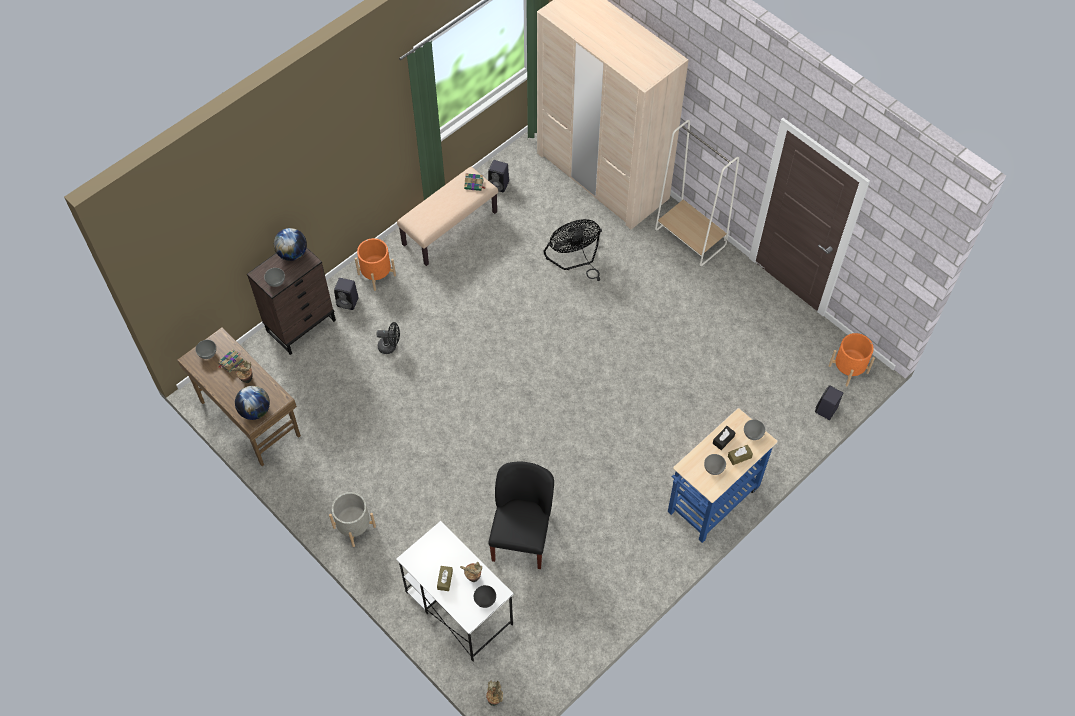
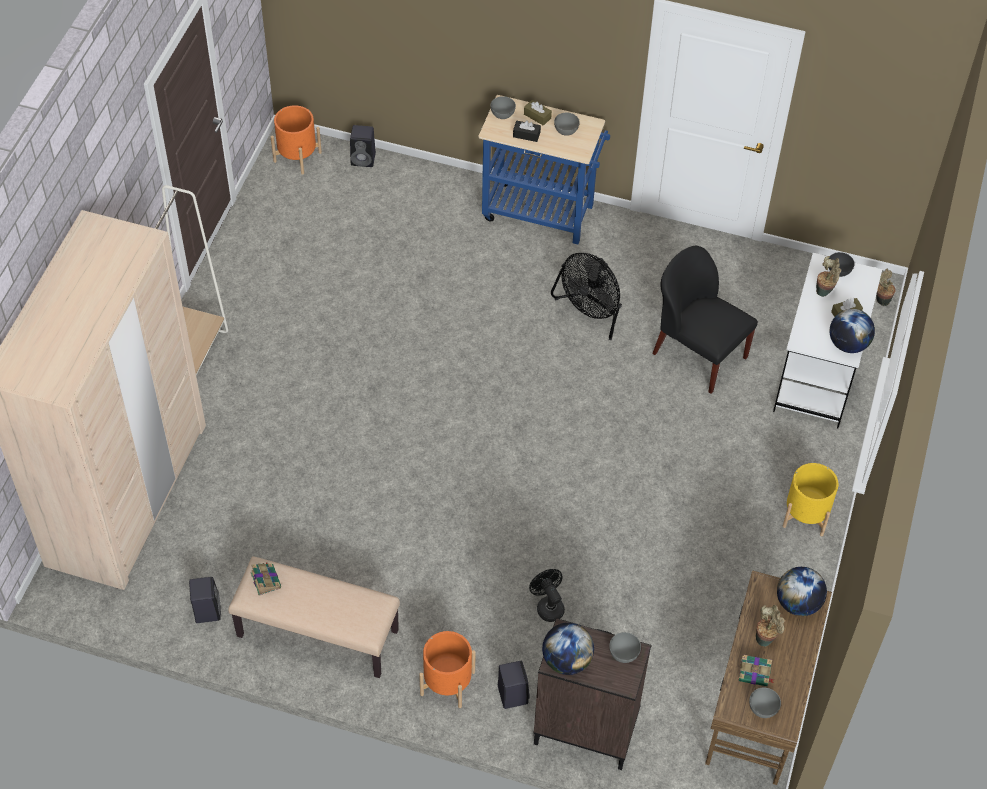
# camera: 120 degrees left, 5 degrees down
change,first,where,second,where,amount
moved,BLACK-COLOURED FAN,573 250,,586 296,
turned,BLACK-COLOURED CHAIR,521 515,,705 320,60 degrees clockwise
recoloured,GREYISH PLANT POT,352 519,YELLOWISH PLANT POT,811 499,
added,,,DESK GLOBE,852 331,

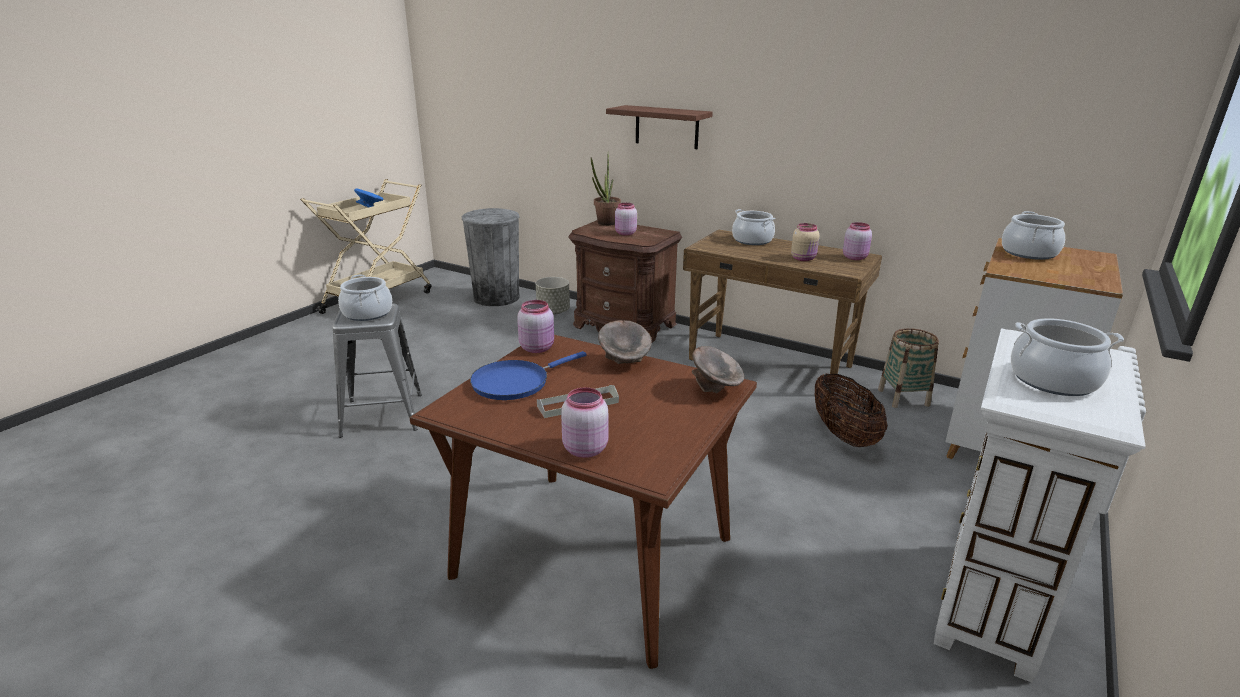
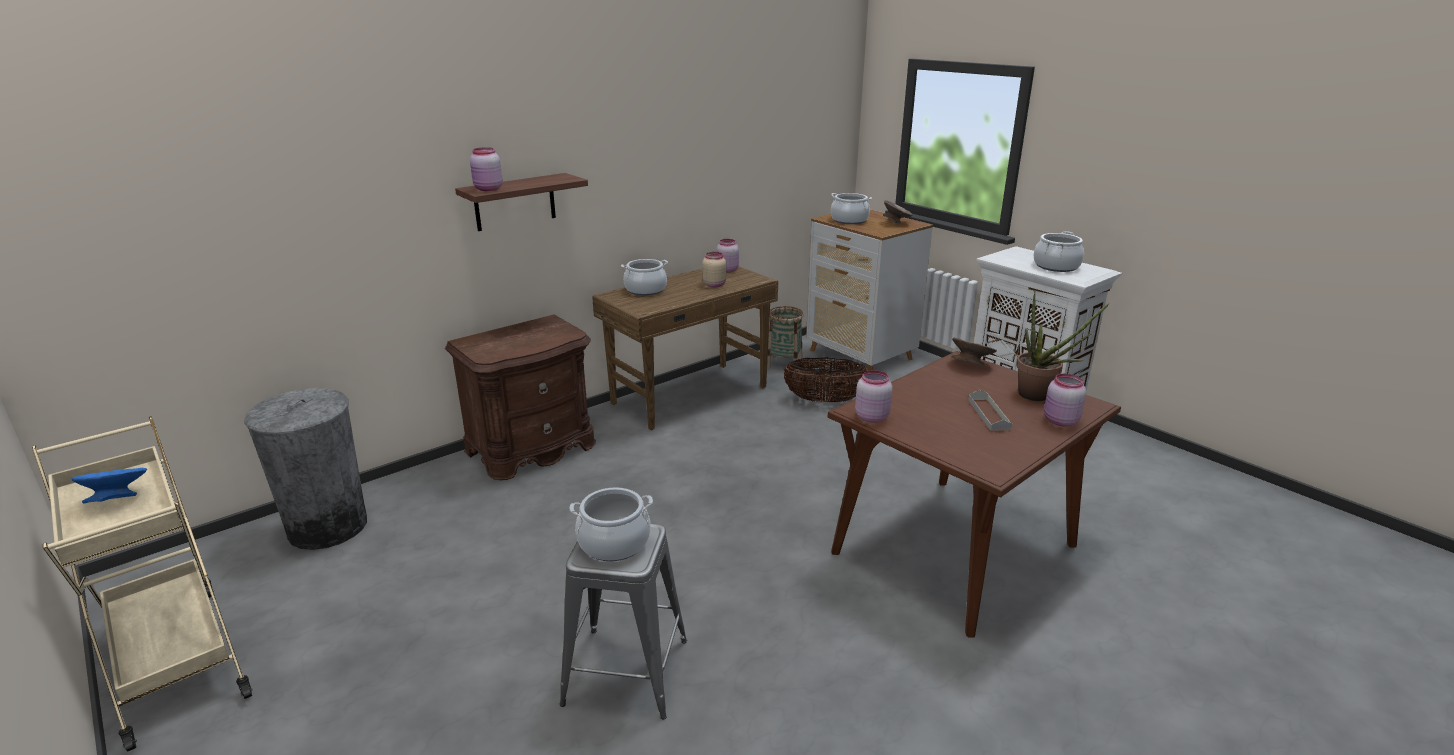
# camera: 70 degrees left, 0 degrees up
change,first,where,second,where,amount
moved,POTTED PLANT,606 190,,1063 345,
moved,PINKISH STORAGE JAR,626 219,,486 169,
removed,GREYISH PLANT POT,553 296,,,
moved,GREYISH DEEP DISH,625 342,,898 212,
removed,BLUE PAN,528 375,,,

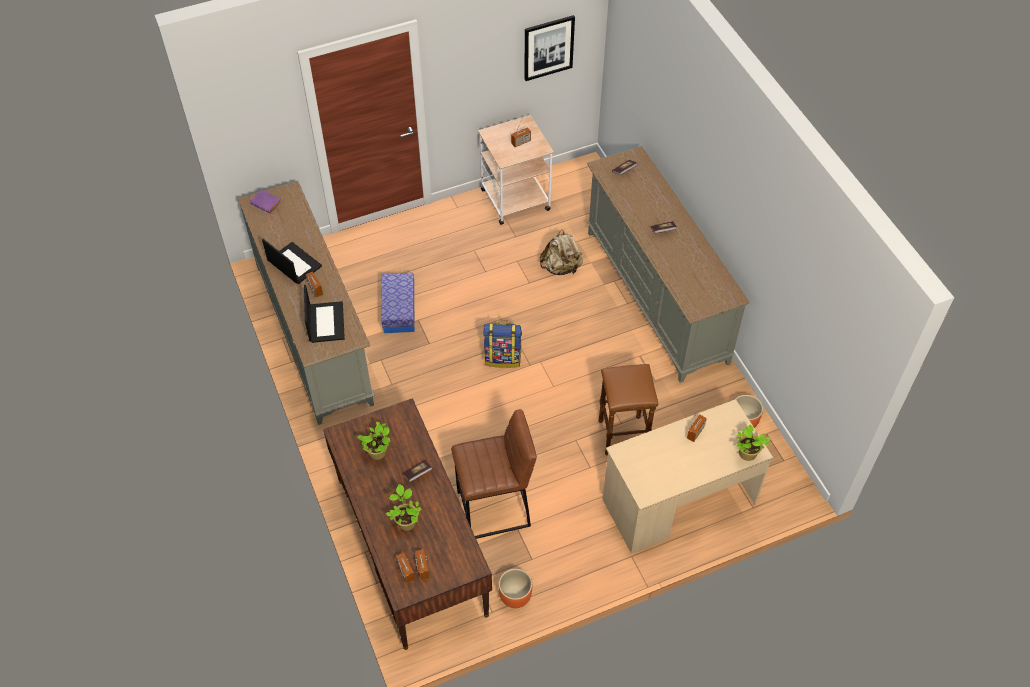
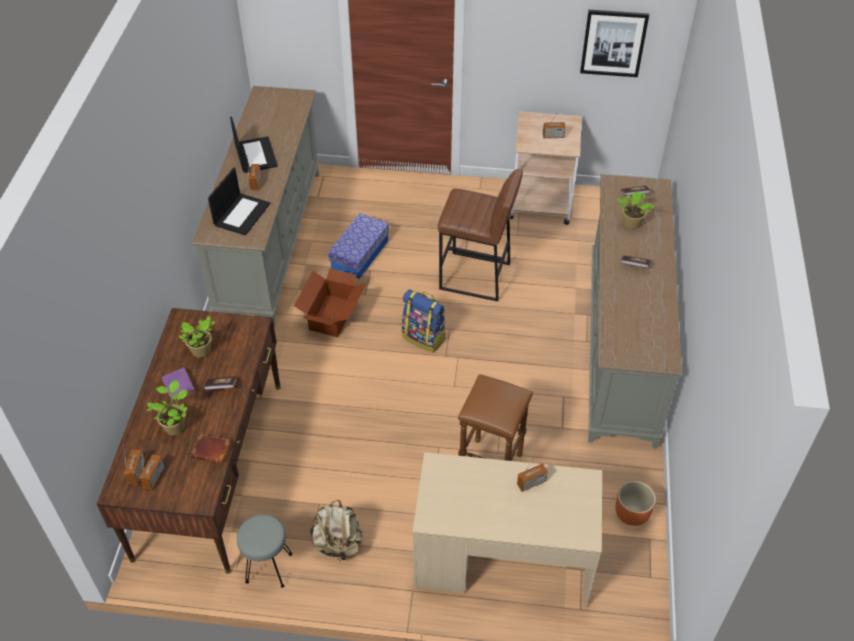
# camera: 30 degrees right, 5 degrees down
change,first,where,second,where,amount
moved,PURPLISH VOLUME,265 201,,179 384,
moved,BEIGE BACKPACK,561 252,,336 530,
moved,BROWN-COLOURED SITTING STOOL,494 474,,480 235,
moved,POTTED PLANT,753 443,,635 210,
replaced,ORANGE PLANT POT,515 588,GREYISH SITTING STOOL,264 551,
added,,,CARDBOARD BOX,330 302,
added,,,BROWN-COLOURED VOLUME,211 449,

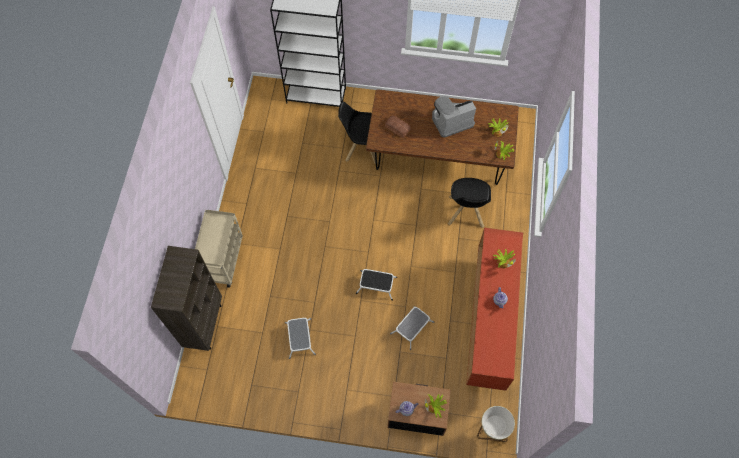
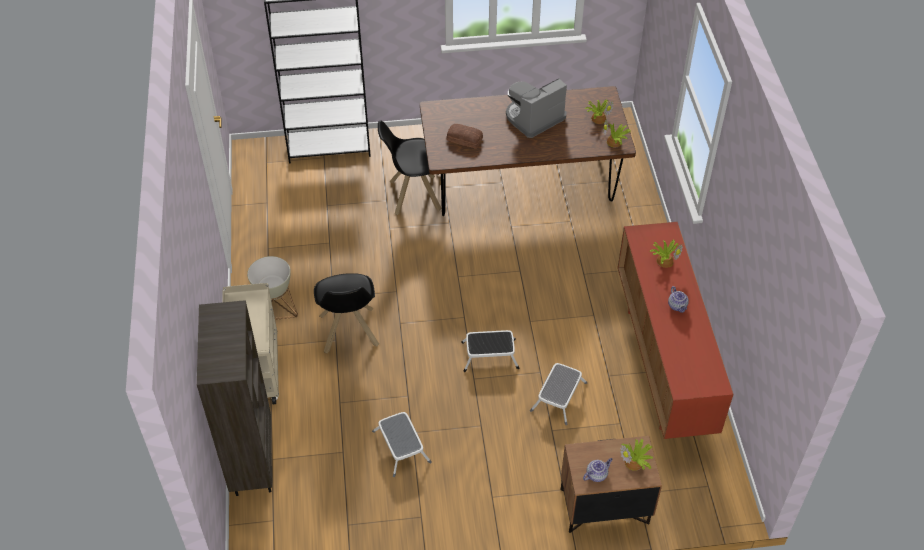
# camera: 15 degrees left, 15 degrees down
change,first,where,second,where,amount
moved,BLACK-COLOURED CHAIR,469 203,,346 313,
moved,PLANT POT,496 424,,272 288,

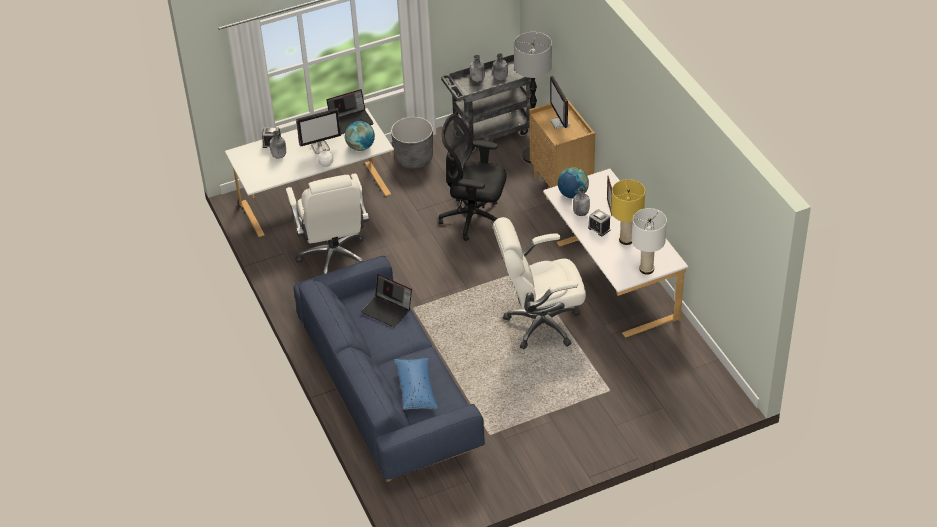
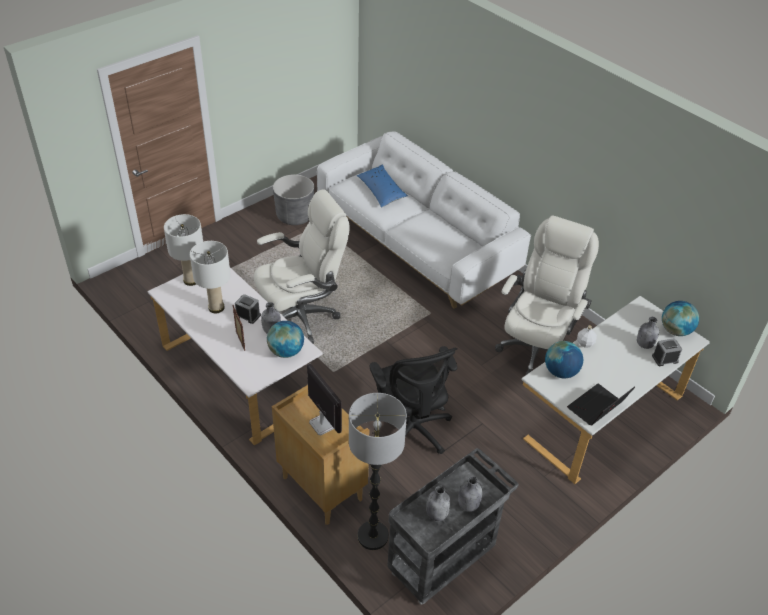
# camera: 160 degrees right, 0 degrees up
change,first,where,second,where,amount
removed,MONITOR,318 131,,,
turned,BLACK-COLOURED DESK CHAIR,472 177,,413 400,75 degrees clockwise
moved,GREYISH PLANT POT,412 143,,293 199,
turned,WHITISH DESK CHAIR,327 223,,547 295,60 degrees clockwise
recoloured,YELLOWISH LAMP FOR A TABLE,628 212,WHITISH LAMP FOR A TABLE,210 277,
recoloured,BLUE SETTEE,389 369,WHITISH SETTEE,424 220,
removed,LAPTOP,386 300,,,
added,,,DESK GLOBE,680 318,

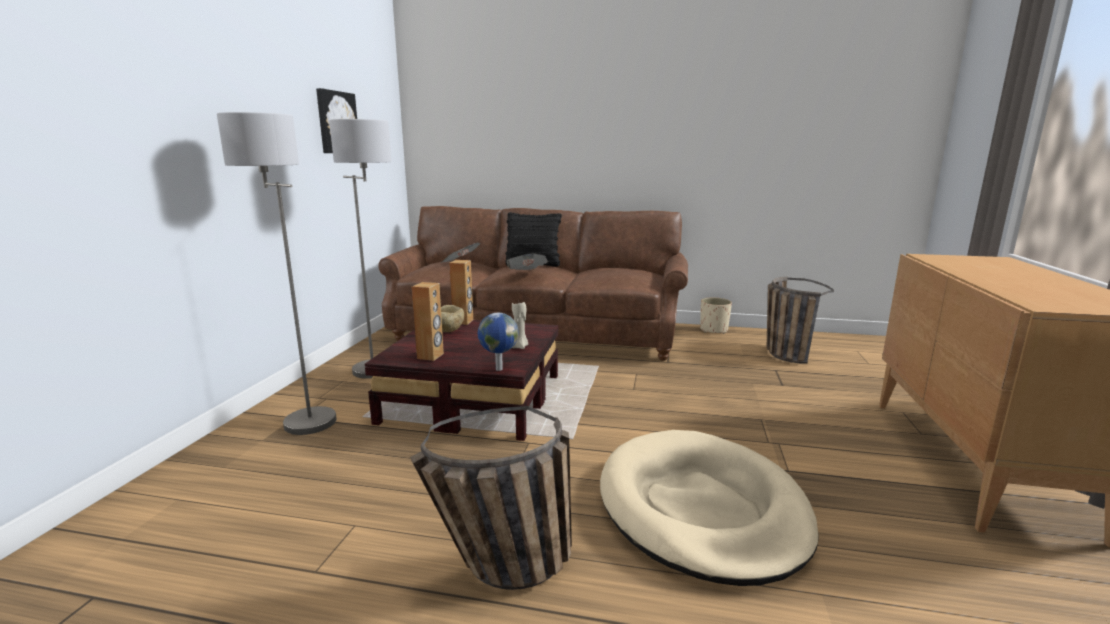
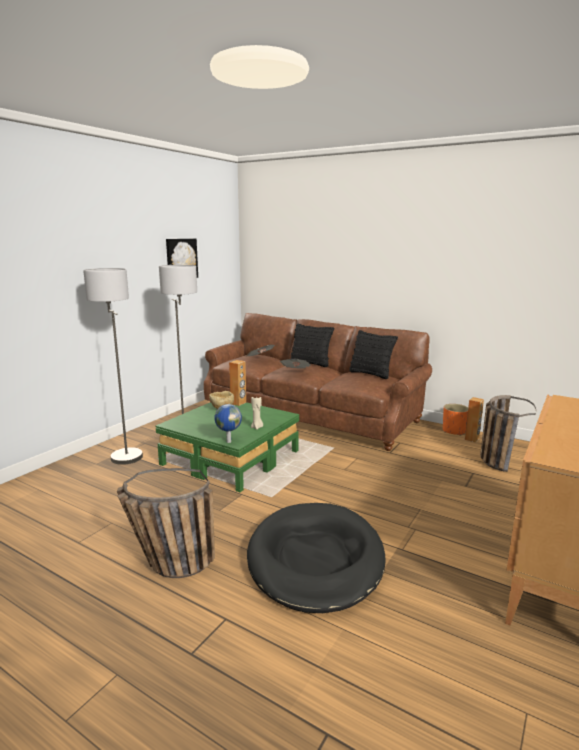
# camera: 20 degrees right, 0 degrees up
change,first,where,second,where,amount
moved,BROWN-COLOURED SPEAKER,428 321,,474 419,
recoloured,BEIGE PLANT POT,716 316,ORANGE PLANT POT,455 420,
recoloured,BROWN-COLOURED LOUNGE TABLE,461 380,GREENISH LOUNGE TABLE,227 447,
recoloured,BEIGE DOG CUSHION,709 508,BLACK-COLOURED DOG CUSHION,316 558,
added,,,BLACK-COLOURED PILLOW,373 354,

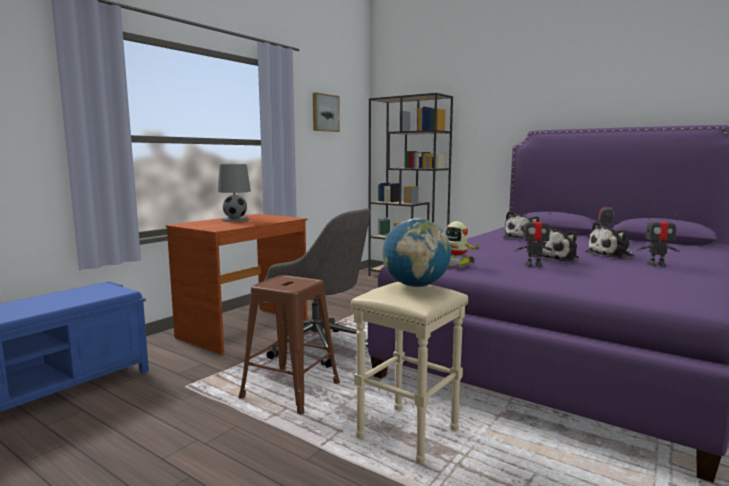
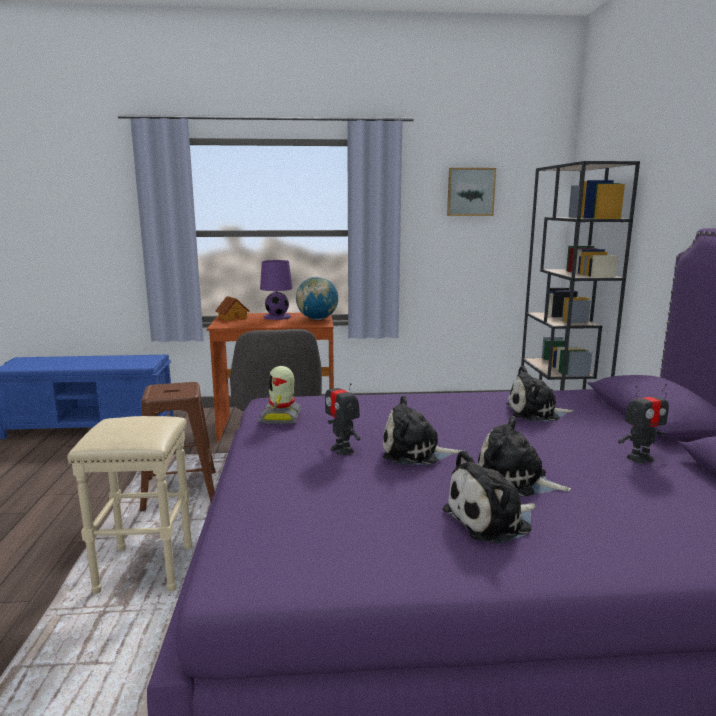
# camera: 50 degrees right, 5 degrees up
change,first,where,second,where,amount
recoloured,GREYISH LAMP FOR A TABLE,234 193,PURPLISH LAMP FOR A TABLE,276 290,
replaced,TOY ROBOT,658 239,PLUSH TOY,489 497,
moved,DESK GLOBE,416 252,,317 298,
added,,,MINIATURE HOUSE,232 308,

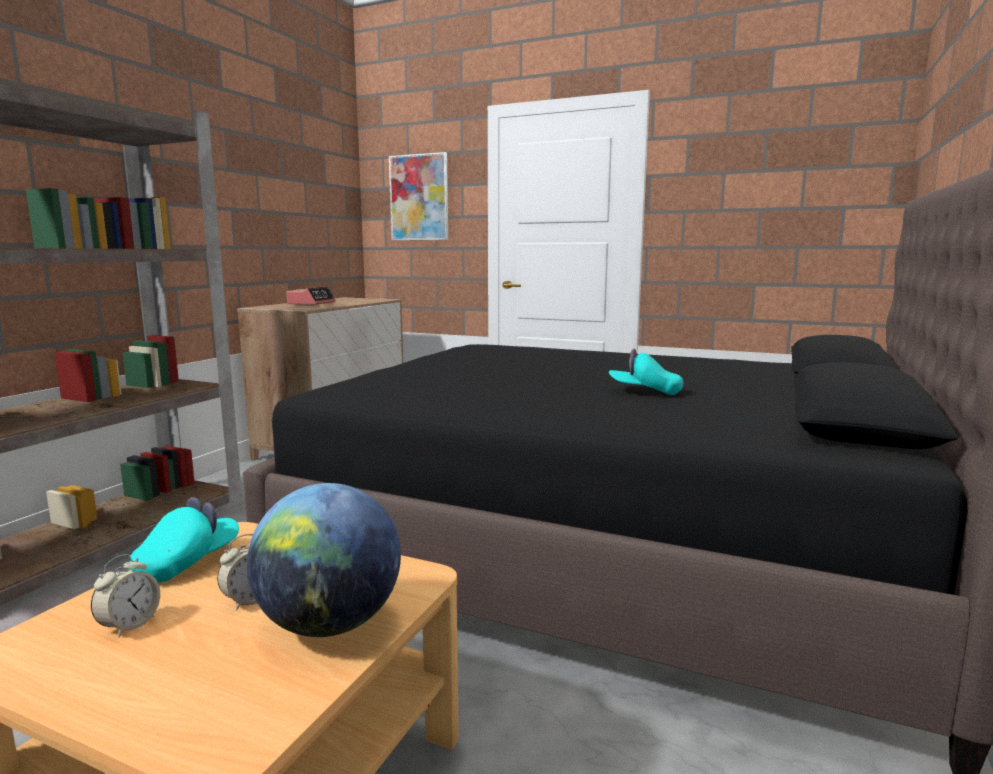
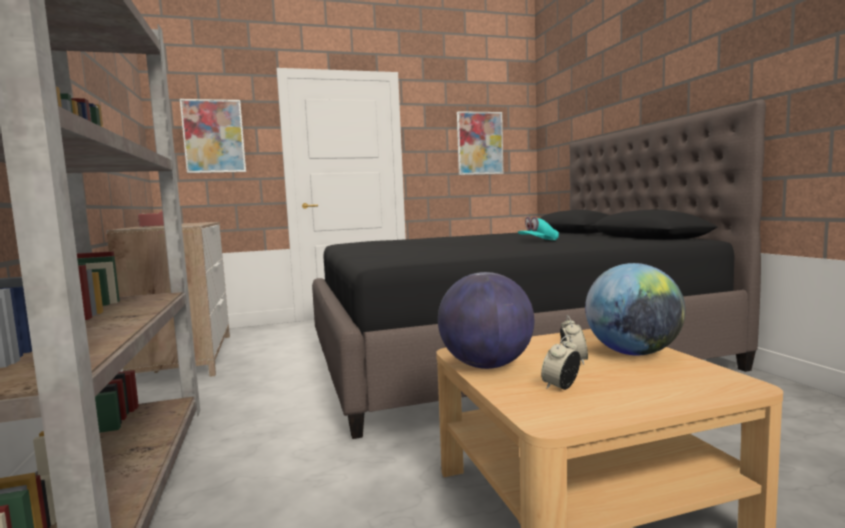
# camera: 40 degrees left, 5 degrees down
change,first,where,second,where,amount
replaced,BLUE-GREEN BASEBALL CAP,184 539,DESK GLOBE,486 320,
turned,ALARM CLOCK,125 596,,560 362,120 degrees counterclockwise
added,,,WALL PICTURE,480 143,

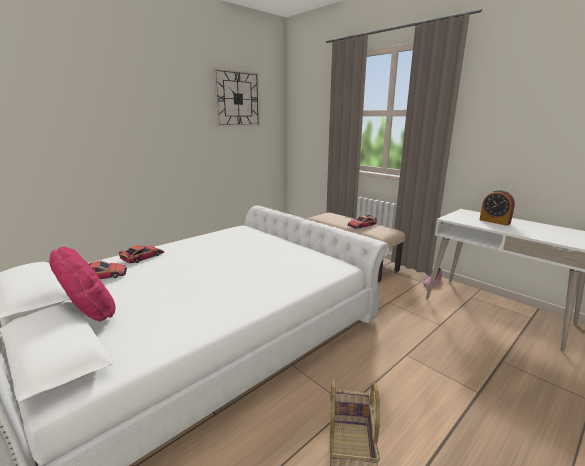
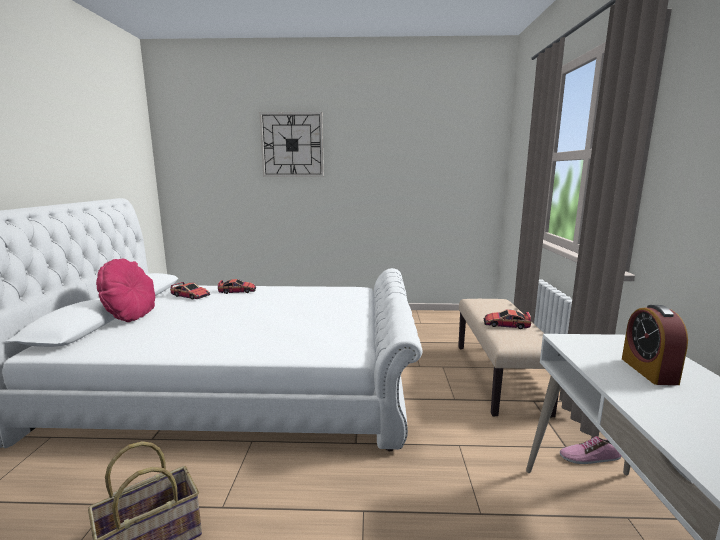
# camera: 45 degrees right, 5 degrees down
change,first,where,second,where,amount
moved,CLOCK ON THE WALL,236 97,,291 144,

